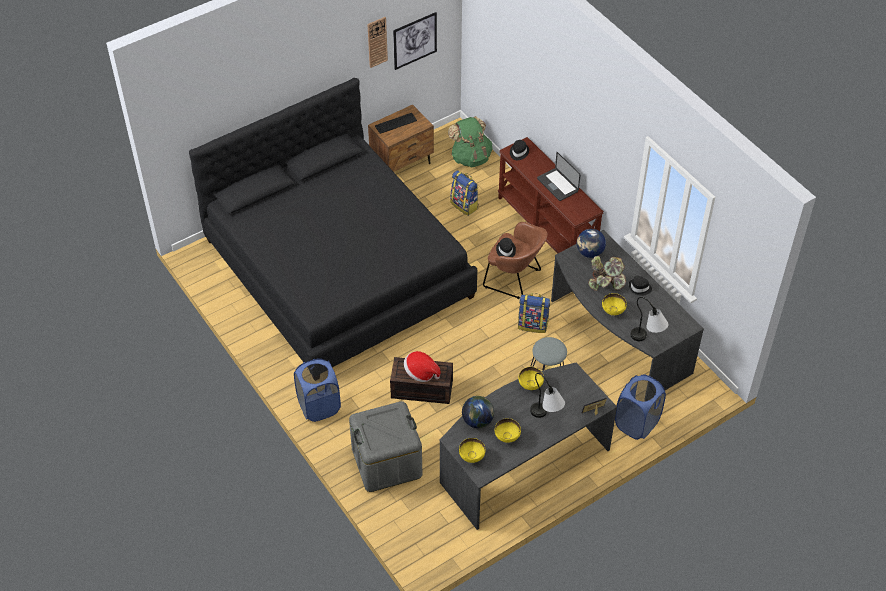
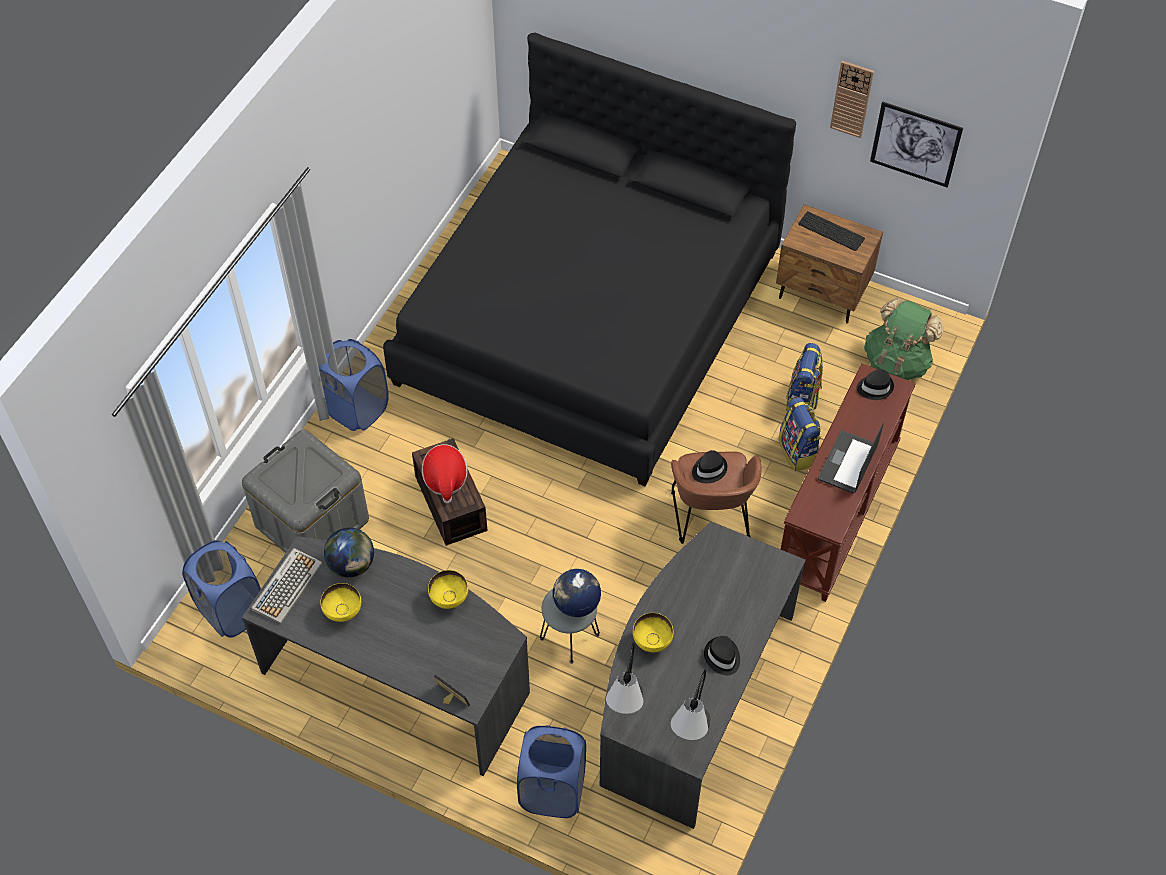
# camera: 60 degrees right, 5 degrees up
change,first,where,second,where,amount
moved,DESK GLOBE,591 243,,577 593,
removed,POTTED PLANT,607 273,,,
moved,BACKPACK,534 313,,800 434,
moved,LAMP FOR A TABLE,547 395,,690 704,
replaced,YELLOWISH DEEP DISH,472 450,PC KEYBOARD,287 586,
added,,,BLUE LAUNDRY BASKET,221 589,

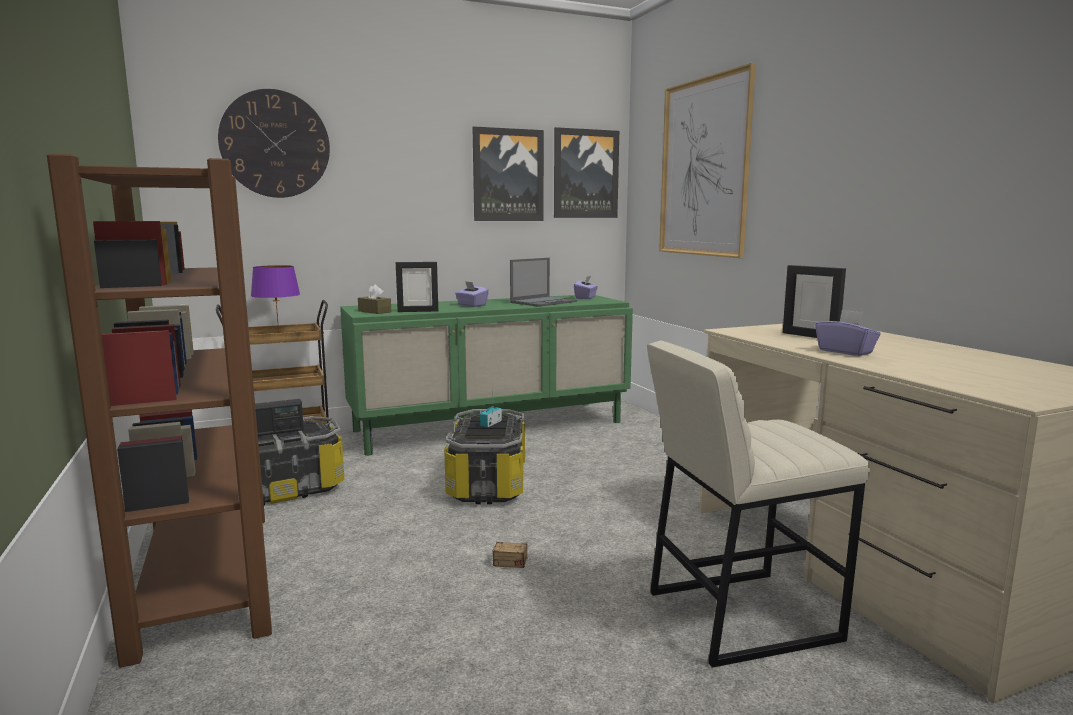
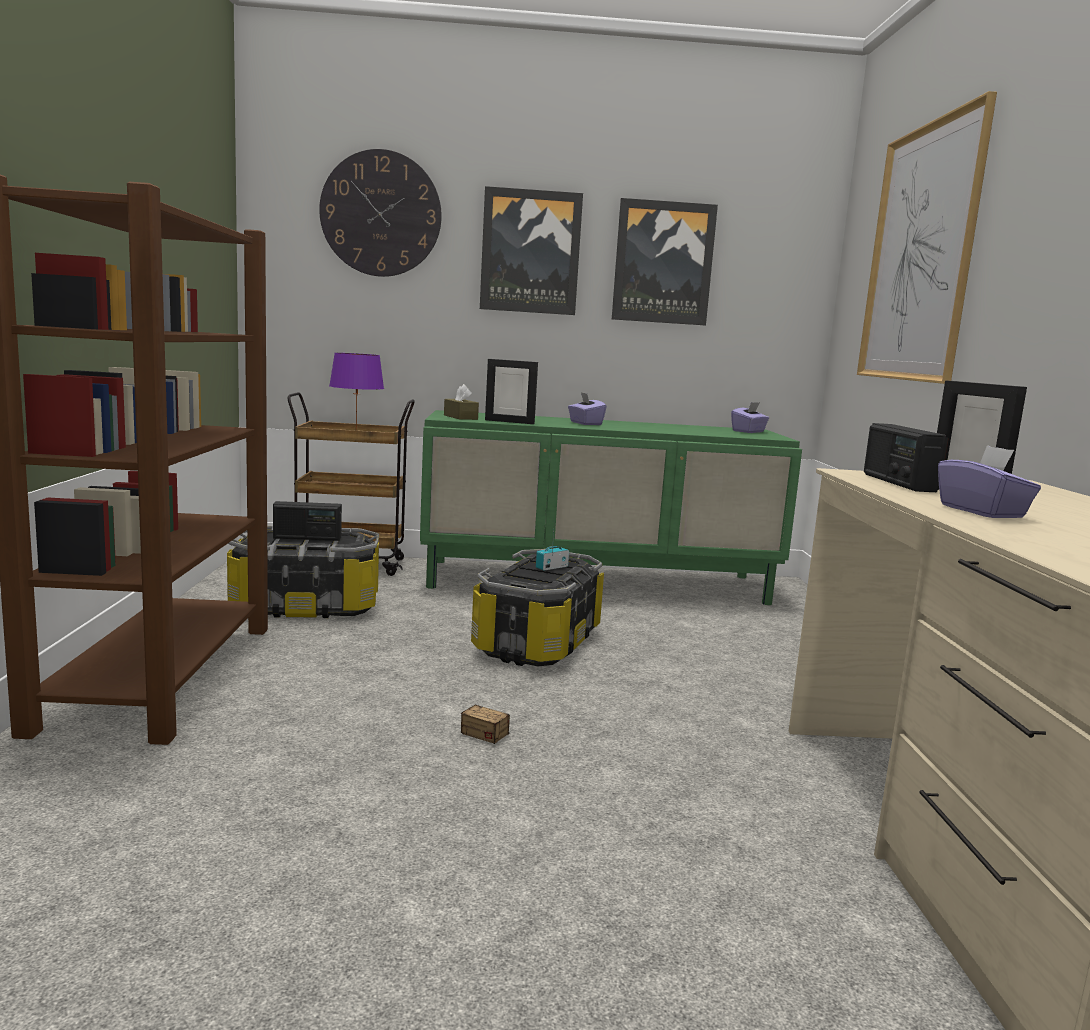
# camera: 20 degrees right, 0 degrees up
change,first,where,second,where,amount
moved,WALL PICTURE,586 172,,531 250,
removed,LAPTOP,543 282,,,
removed,BEIGE CHAIR,758 504,,,
added,,,RADIO SET,906 457,

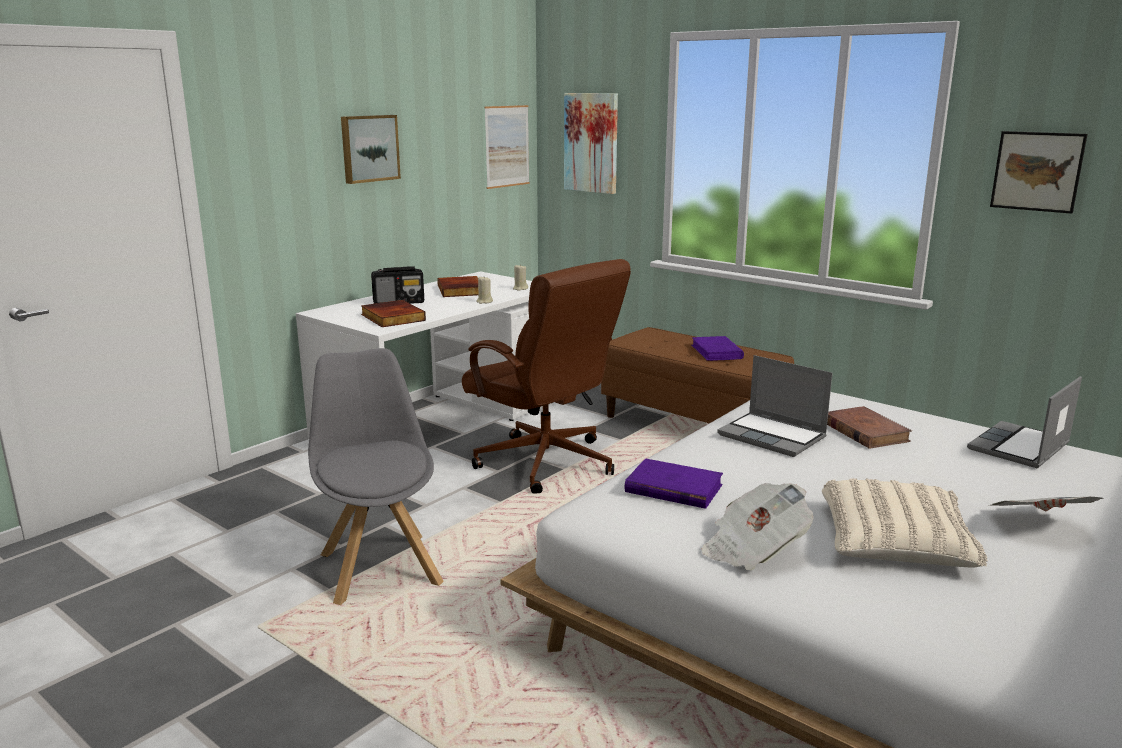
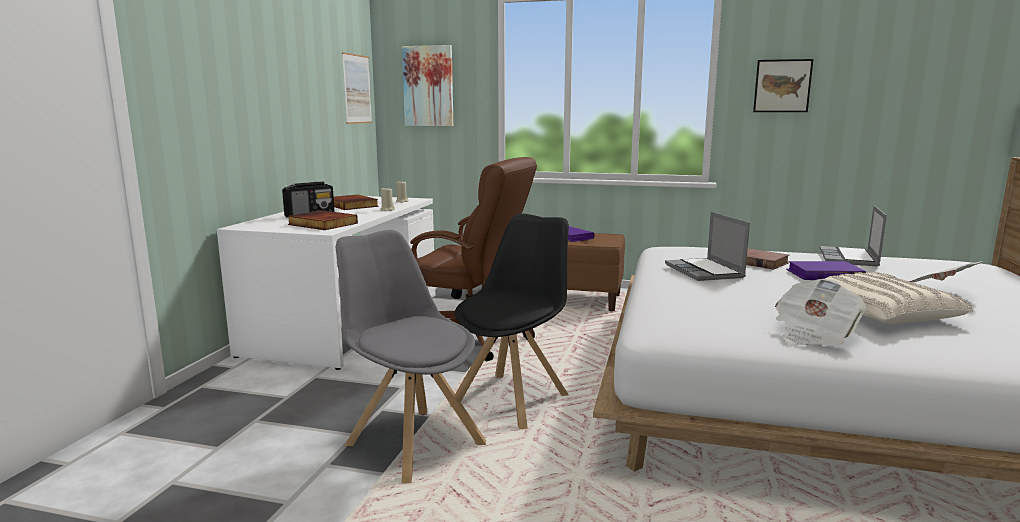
# camera: 25 degrees left, 5 degrees down
change,first,where,second,where,amount
removed,WALL PICTURE,371 149,,,
turned,LAPTOP,774 406,,707 246,60 degrees clockwise
moved,PURPLISH VOLUME,673 484,,826 270,
added,,,BLACK-COLOURED CHAIR,509 321,

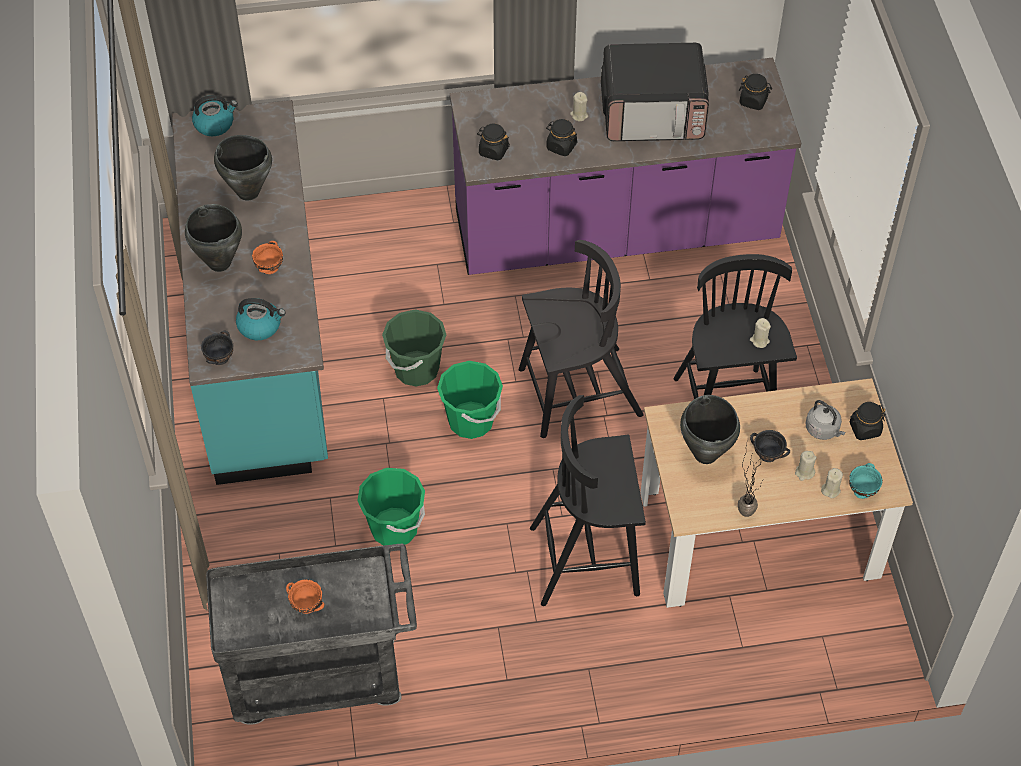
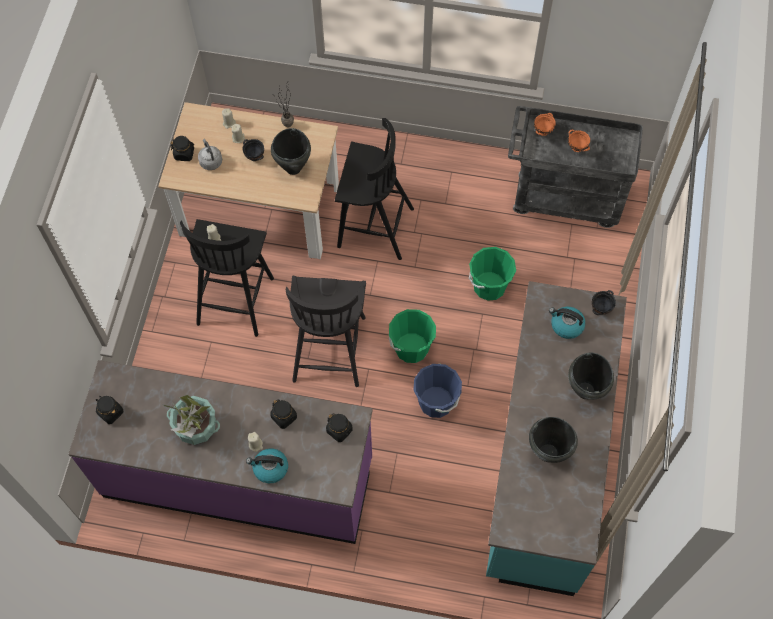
# camera: 160 degrees left, 10 degrees up
change,first,where,second,where,amount
replaced,MICROWAVE OVEN,655 92,POTTED PLANT,191 420,
moved,KETTLE,215 115,,267 465,
turned,BLACK-COLOURED CHAIR,581 339,,326 331,90 degrees counterclockwise
moved,ORANGE DEEP DISH,267 257,,545 124,
recoloured,GREENISH WATER BUCKET,414 348,BLUE WATER BUCKET,437 391,
removed,BLUE-GREEN DEEP DISH,866 481,,,

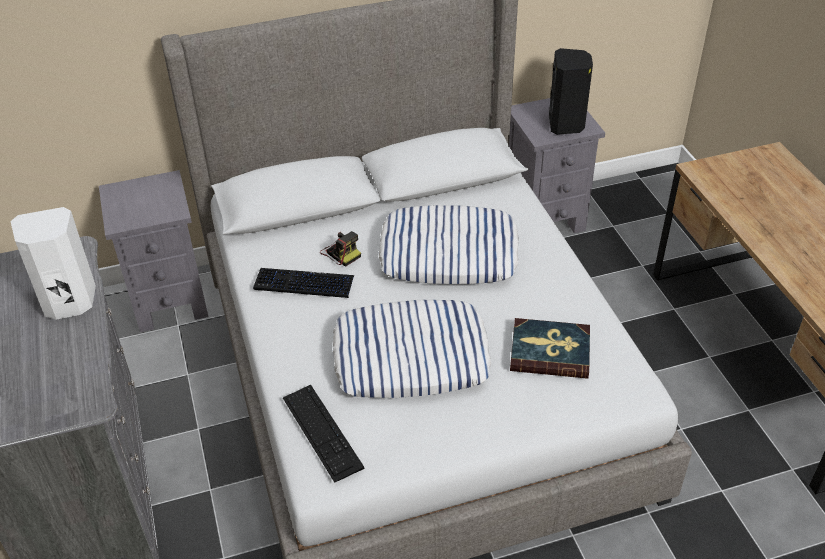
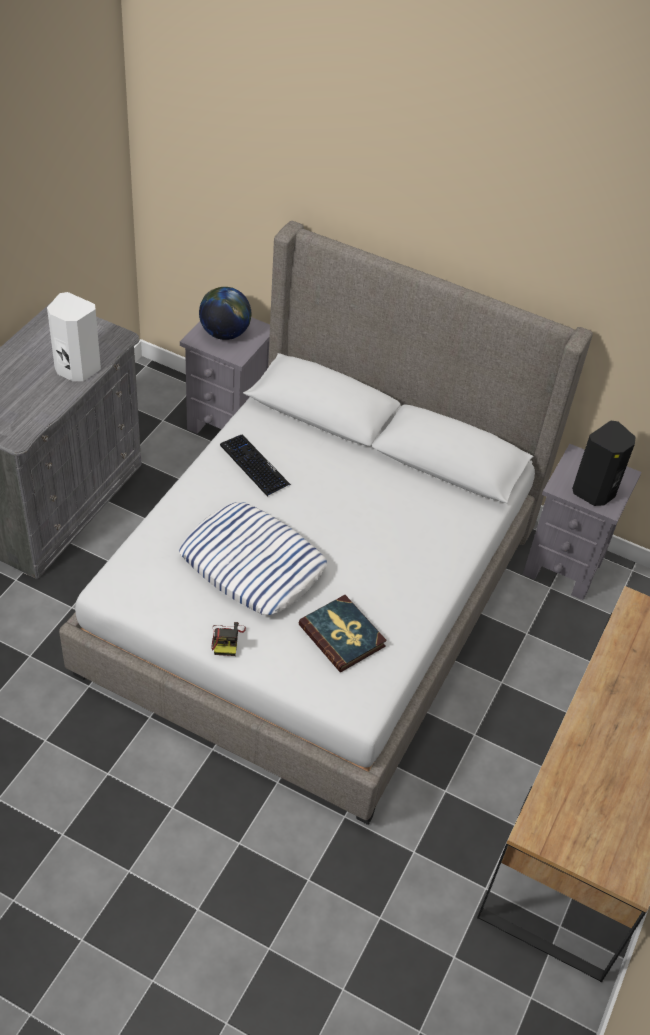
# camera: 40 degrees right, 5 degrees up
change,first,where,second,where,amount
removed,PILLOW,449 244,,,
moved,PHOTO CAMERA,340 249,,228 639,
removed,PC KEYBOARD,323 434,,,
added,,,DESK GLOBE,225 313,

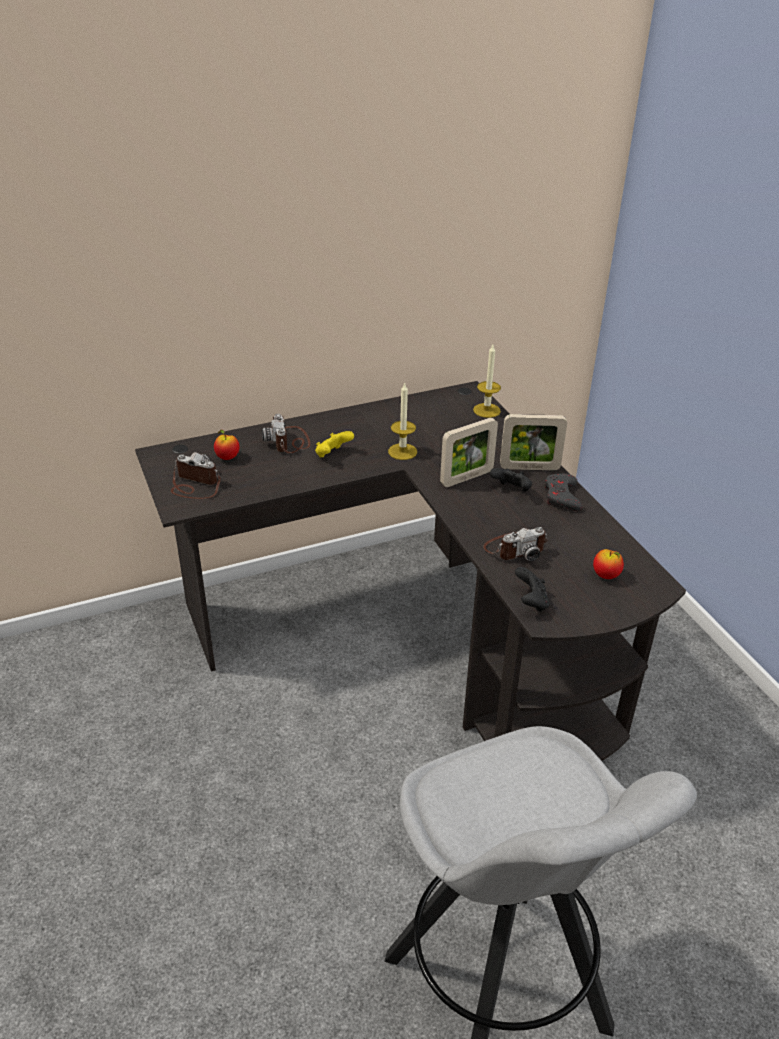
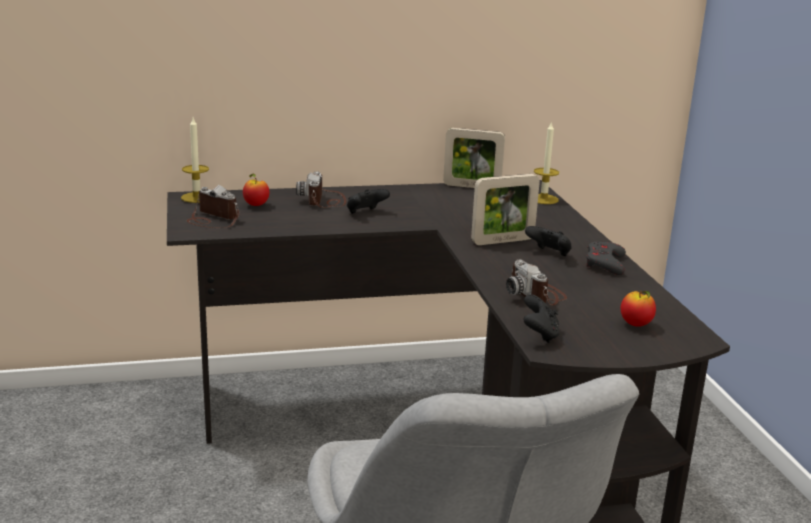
# camera: 10 degrees right, 15 degrees down
change,first,where,second,where,amount
moved,CANDLE,402 421,,195 160,
moved,STANDING FRAME,533 442,,474 158,
recoloured,YELLOWISH GAME CONTROLLER,334 444,BLACK-COLOURED GAME CONTROLLER,368 201,
turned,PHOTO CAMERA,515 544,,536 283,75 degrees clockwise

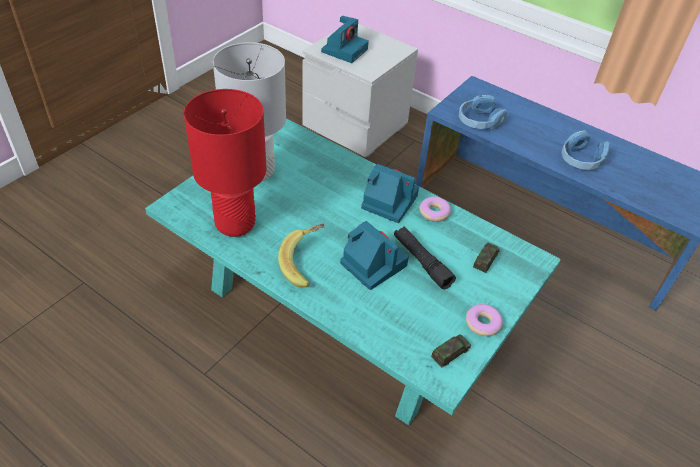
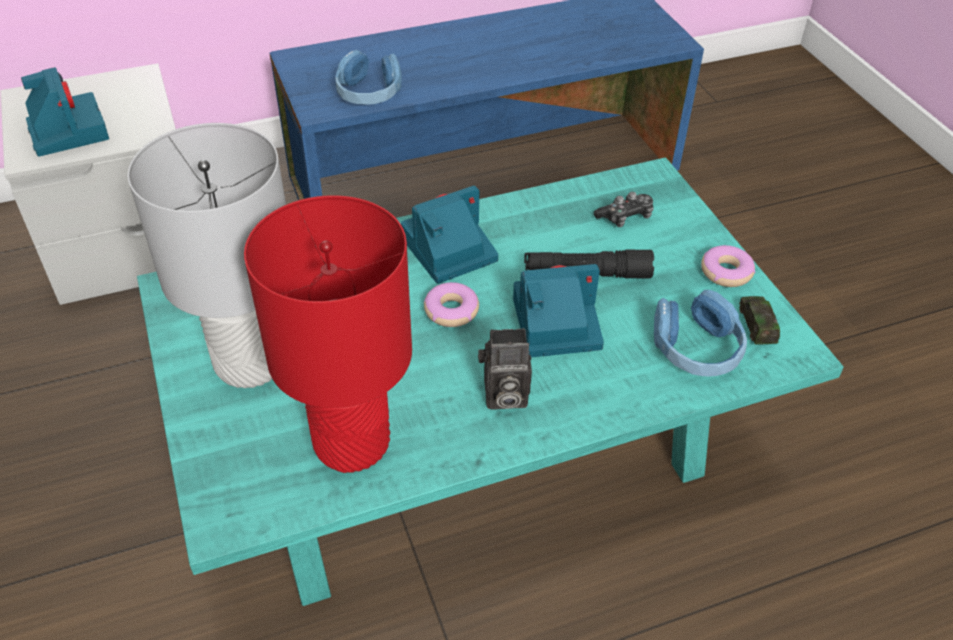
# camera: 55 degrees left, 0 degrees up
change,first,where,second,where,amount
moved,BLUE PAIR OF HEADPHONES,585 150,,700 333,
moved,DONUT,435 209,,451 304,
replaced,BANANA,301 255,PHOTO CAMERA,505 369,
replaced,MINIATURE CAR,486 258,GAME CONTROLLER,624 209,

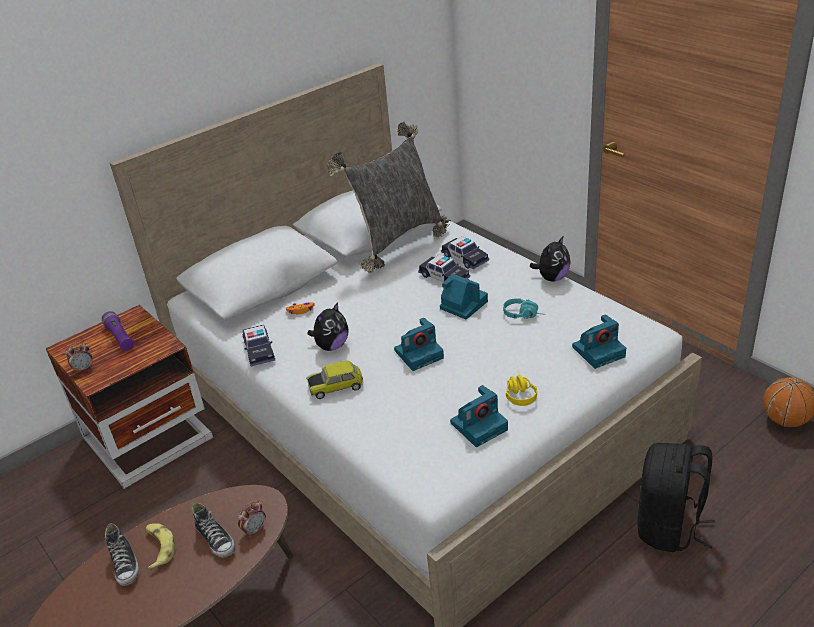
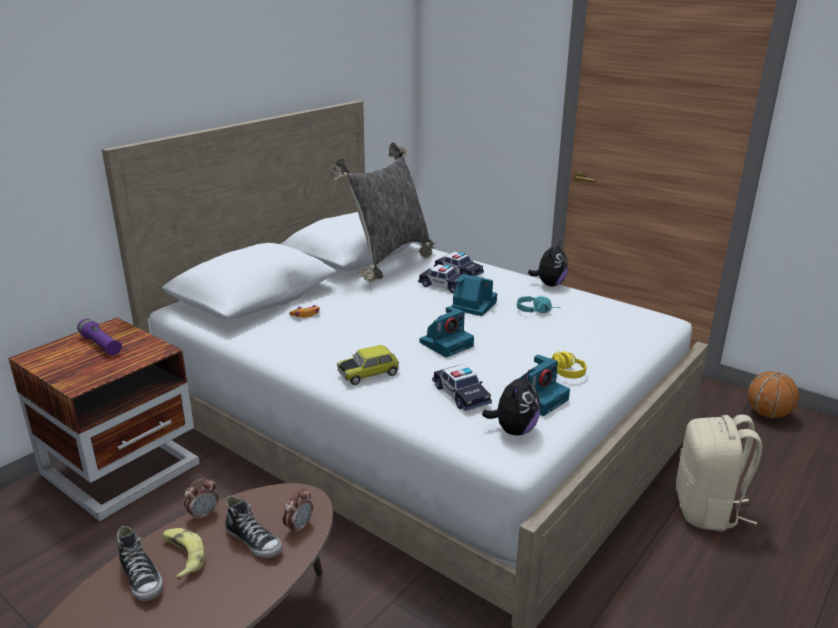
# camera: 15 degrees left, 10 degrees down
change,first,where,second,where,amount
moved,PLUSH TOY,328 326,,511 402,
removed,PHOTO CAMERA,599 341,,,
moved,MINIATURE CAR,258 346,,462 387,
moved,ALARM CLOCK,79 357,,201 500,
recoloured,BLACK-COLOURED BACKPACK,676 497,BEIGE BACKPACK,719 472,

